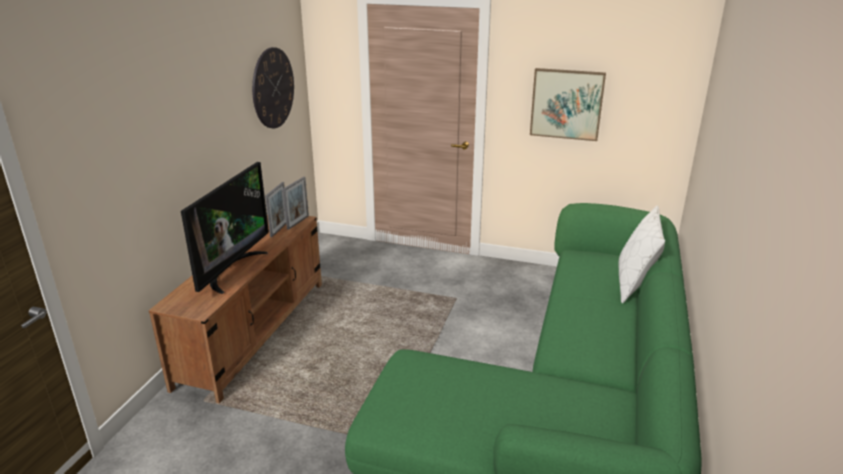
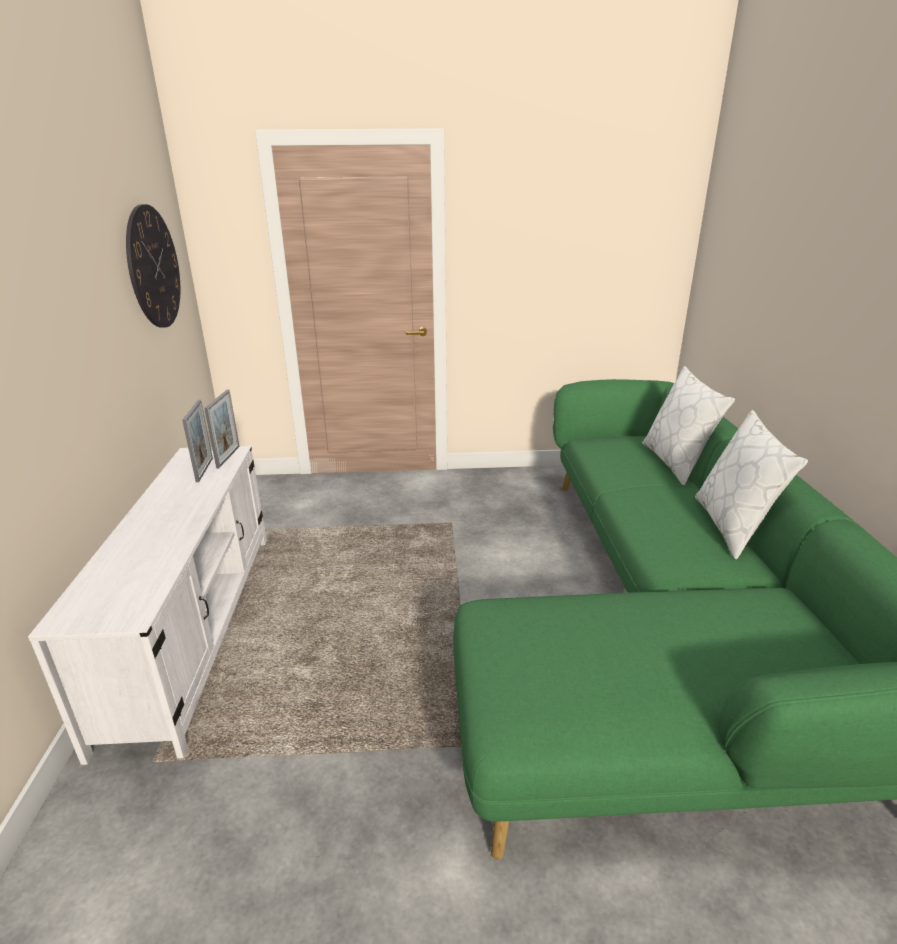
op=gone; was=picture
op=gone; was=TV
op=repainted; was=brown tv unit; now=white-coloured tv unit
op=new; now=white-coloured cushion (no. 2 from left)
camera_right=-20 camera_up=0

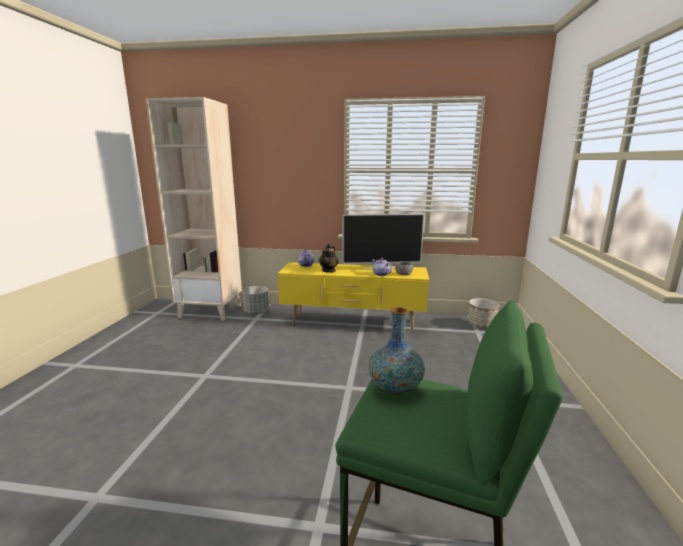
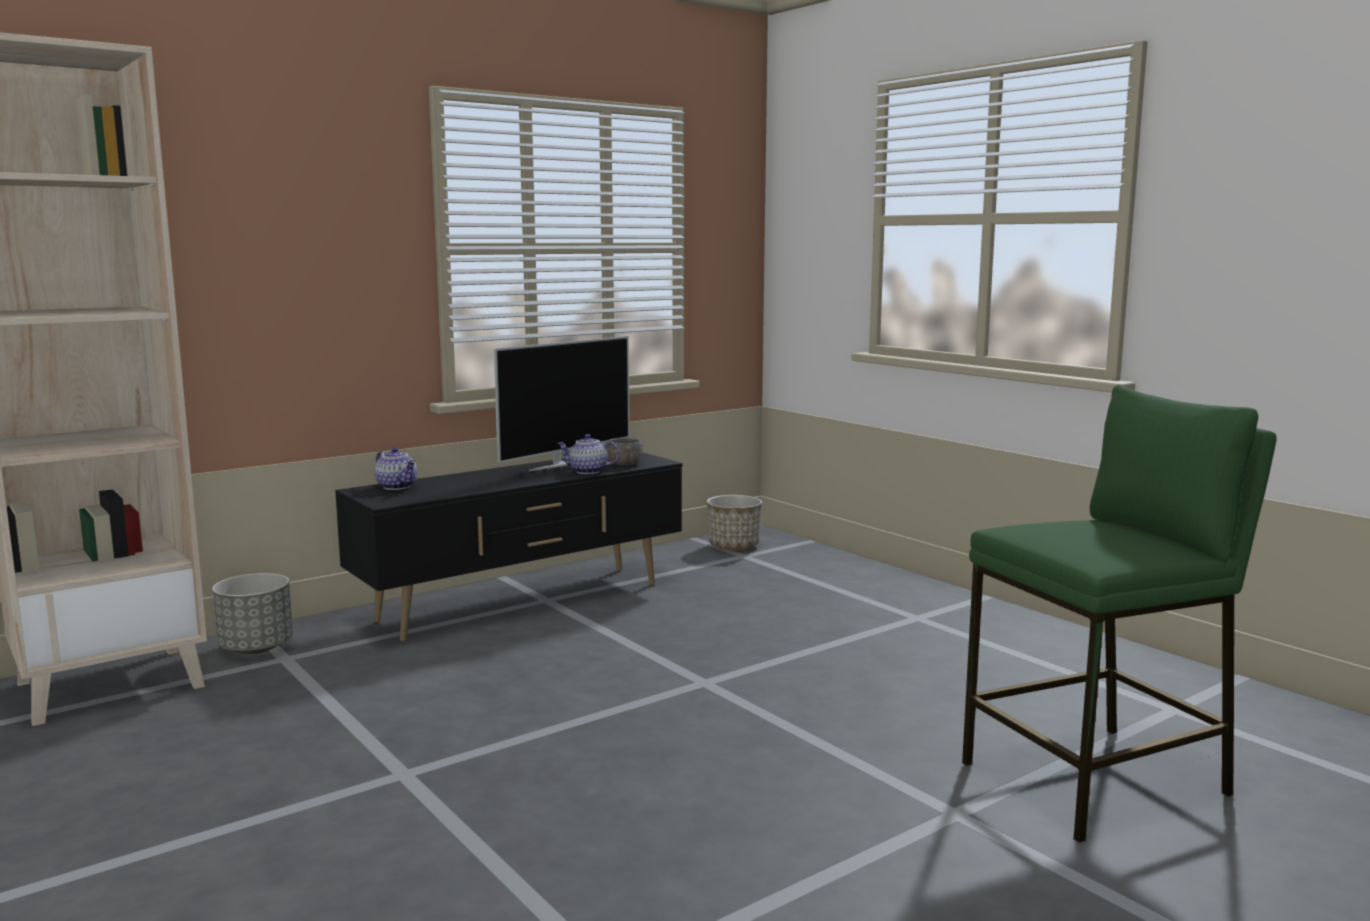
op=gone; was=teapot (no. 2 from left)
op=repainted; was=yellow-coloured tv unit; now=black tv unit
op=gone; was=flower vase
camera_right=-45 camera_up=-5

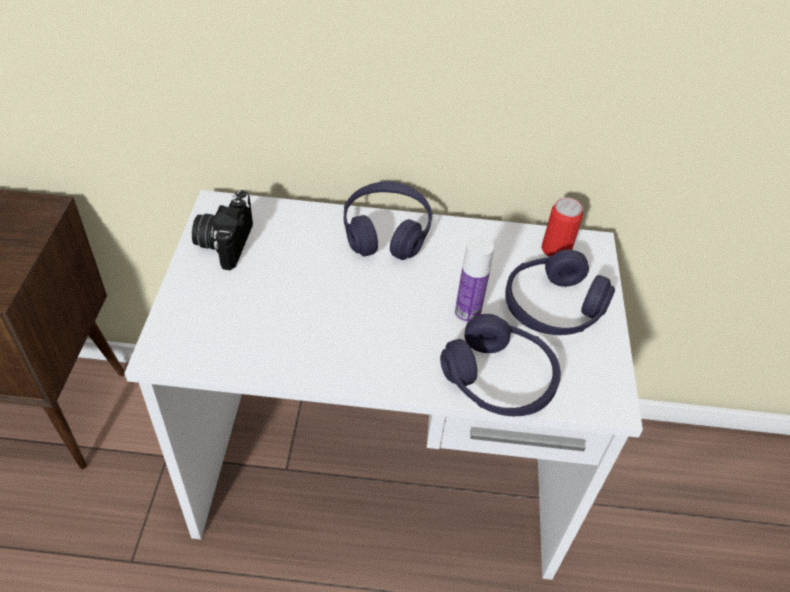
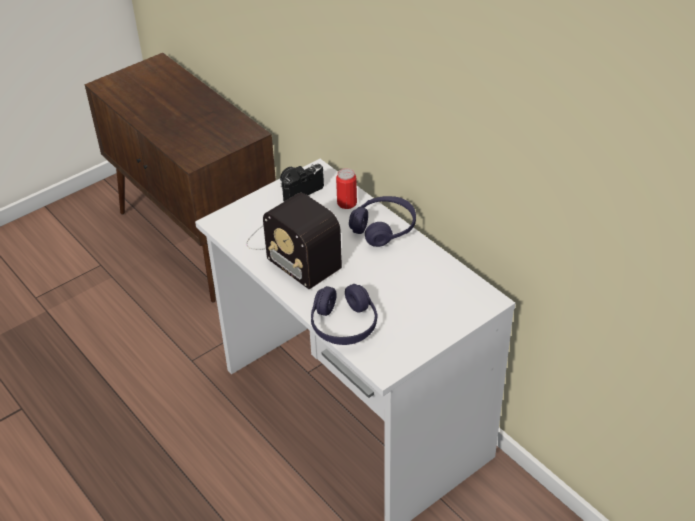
op=shifted; was=sealed can
op=gone; was=beverage bottle
op=gone; was=purple-coloured headset (no. 3 from left)
op=new; now=radio
camera_right=50 camera_up=-5

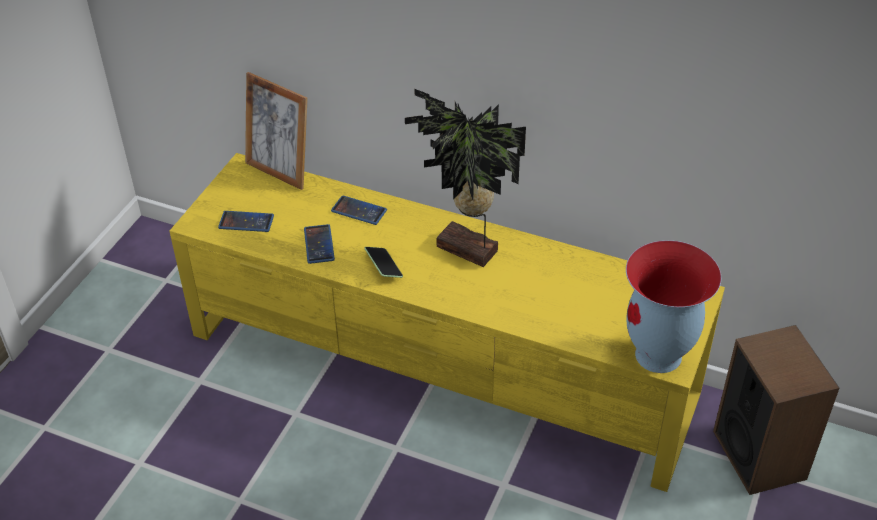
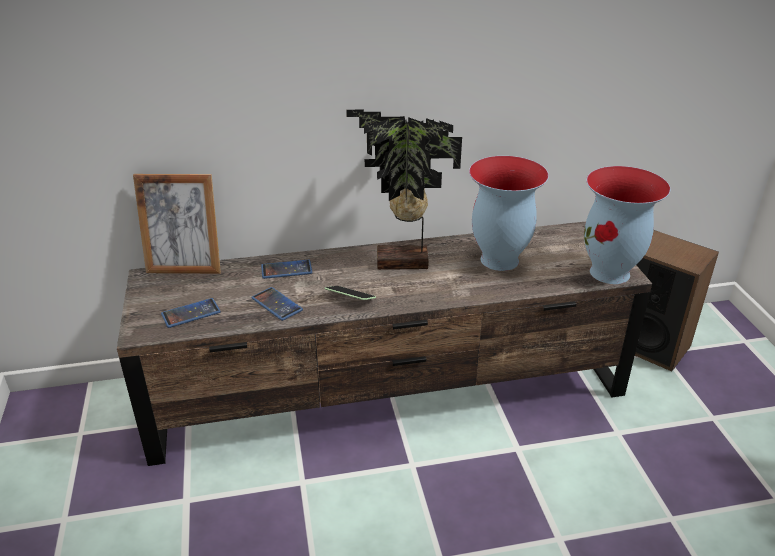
op=repainted; was=yellow-coloured tv unit; now=brown tv unit
op=new; now=flower vase (no. 1 from left)
camera_right=-35 camera_up=-10

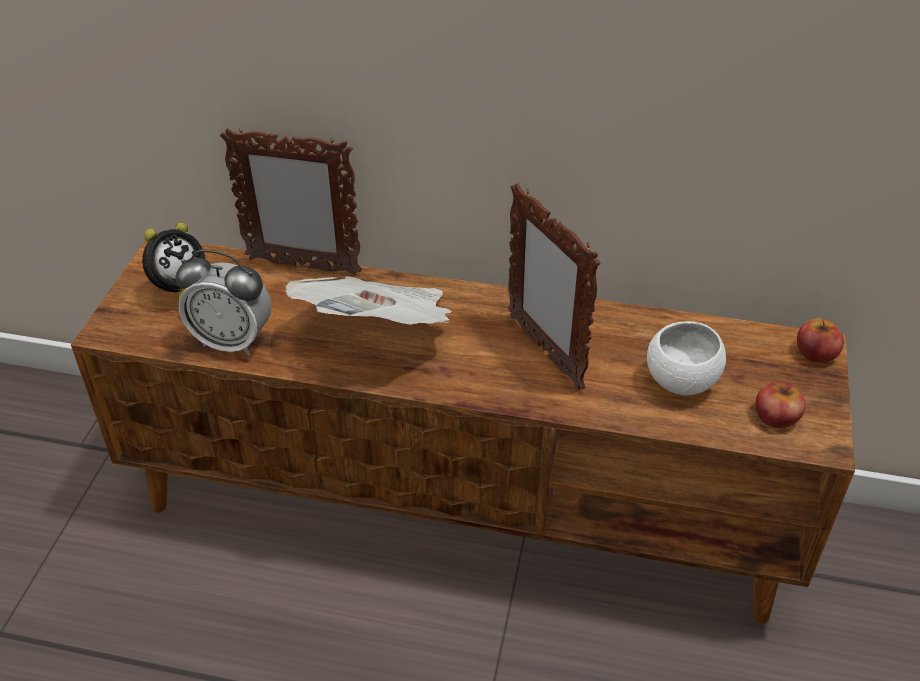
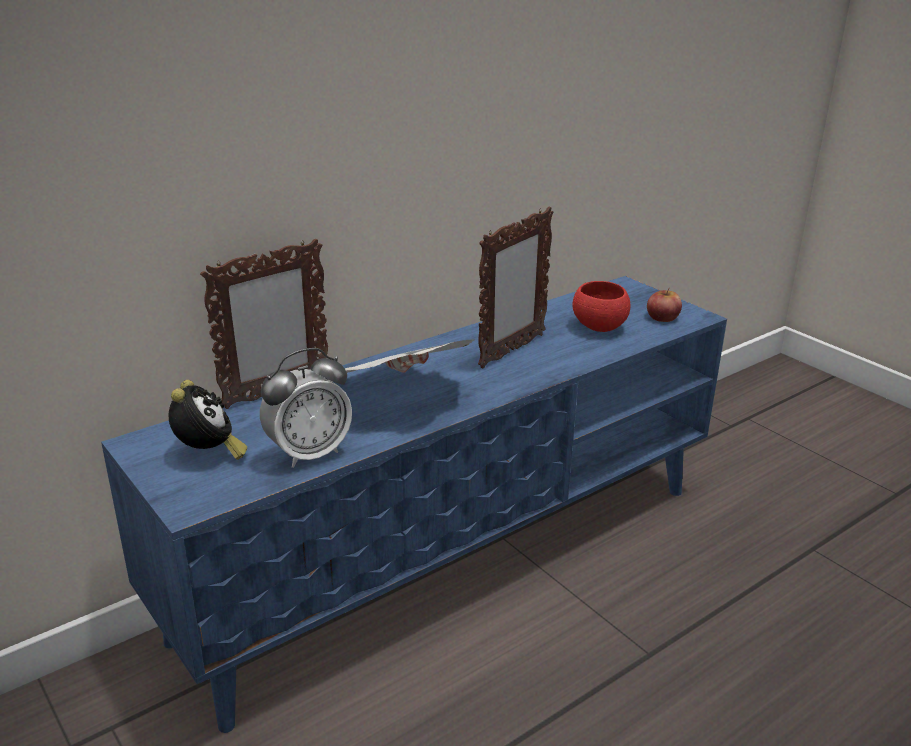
op=rotated; was=standing frame (no. 2 from left); clockwise=-60
op=repainted; was=brown tv unit; now=blue-coloured tv unit
op=gone; was=apple fruit (no. 2 from left)
op=repainted; was=white-coloured bowl; now=reddish bowl
camera_right=-50 camera_up=-15

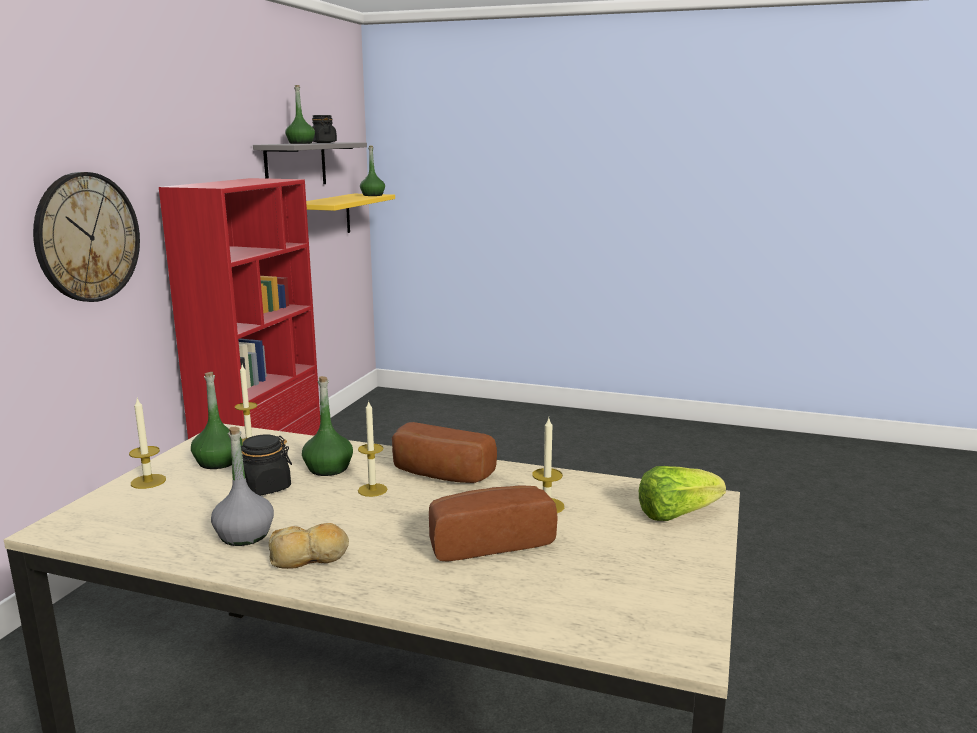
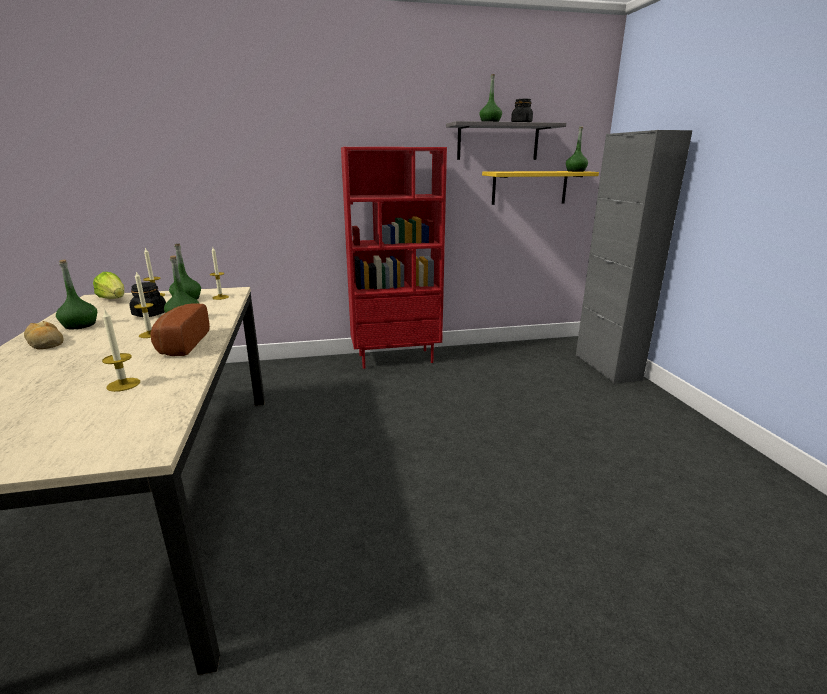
op=gone; was=clock on the wall
op=repainted; was=greyish beverage bottle; now=greenish beverage bottle (no. 1 from left)
op=shifted; was=head of lettuce
op=gone; was=bread (no. 3 from left)
op=new; now=greyish cupboard
camera_right=60 camera_up=5

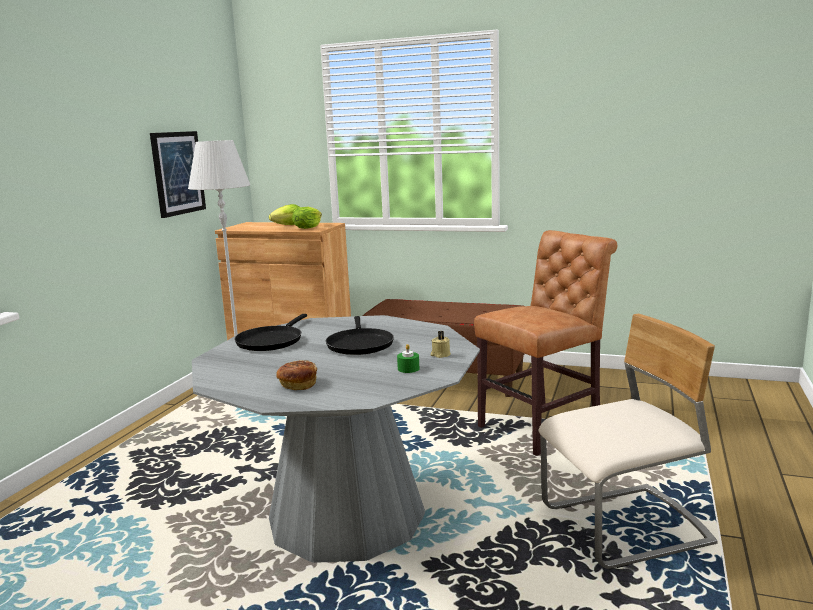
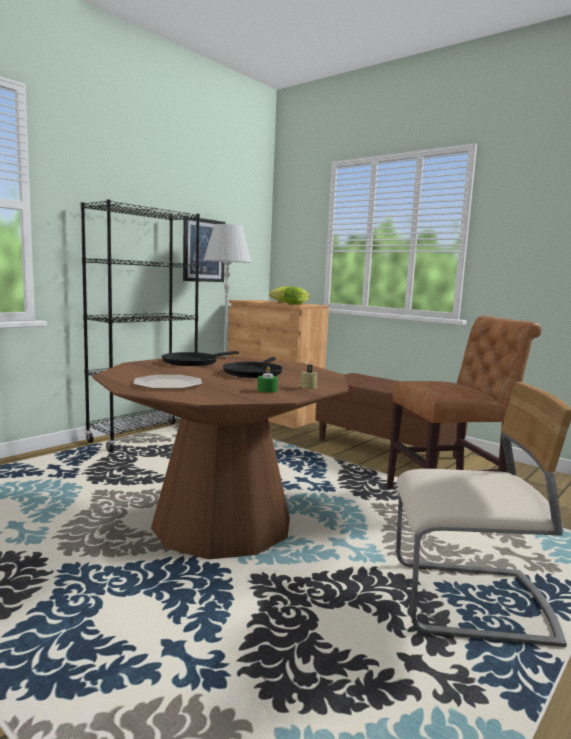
op=repainted; was=greyish kitchen table; now=brown kitchen table
op=swapped; was=bread; now=plate
op=new; now=black bookshelf
camera_right=20 camera_up=-5

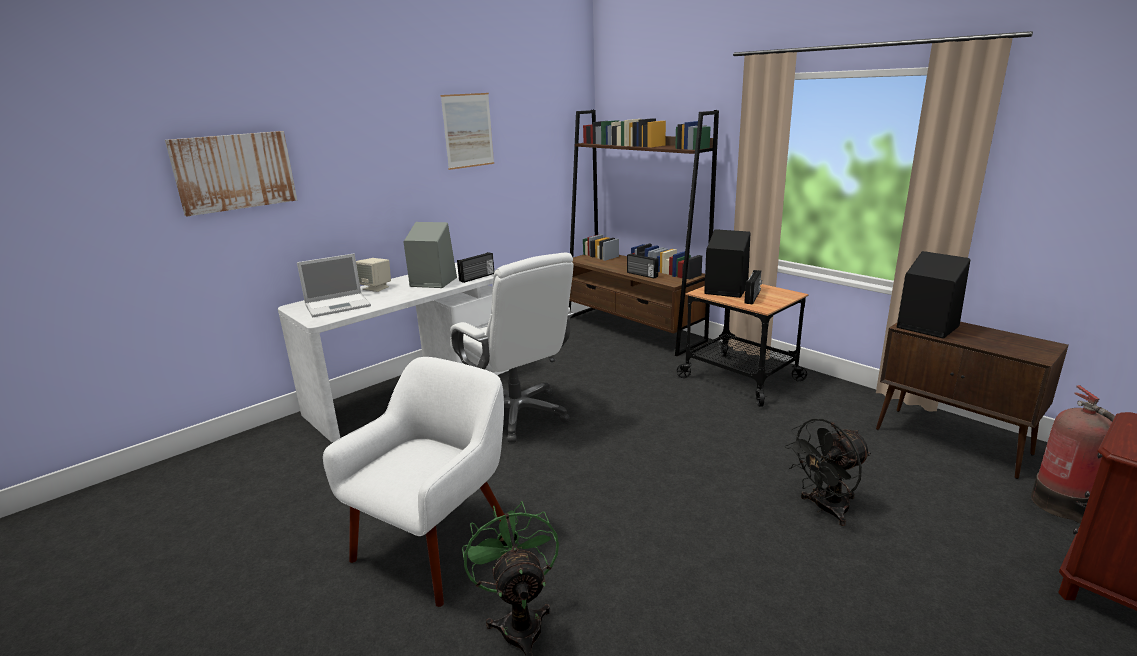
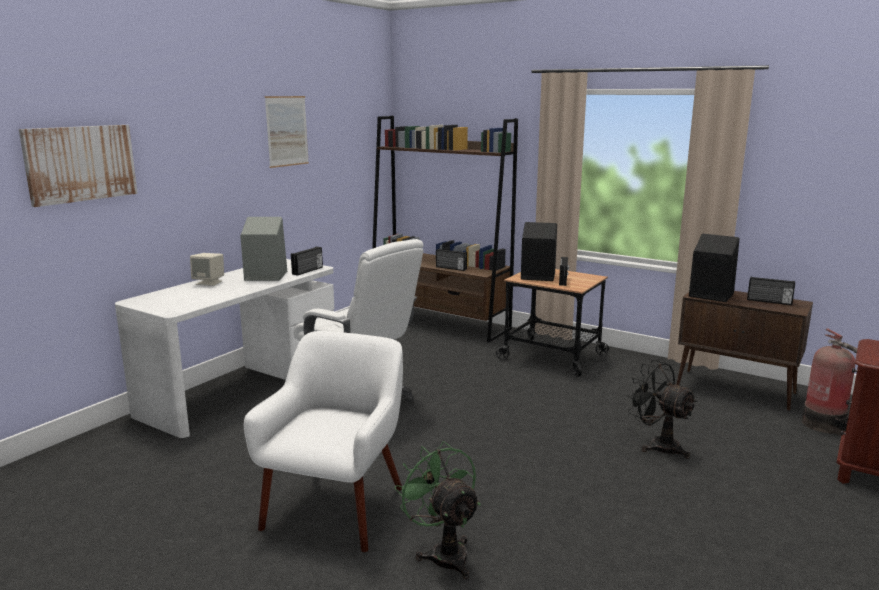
op=gone; was=notebook computer
op=rotated; was=black electric fan; clockwise=90
op=new; now=radio (no. 4 from left)
camera_right=-15 camera_up=-5

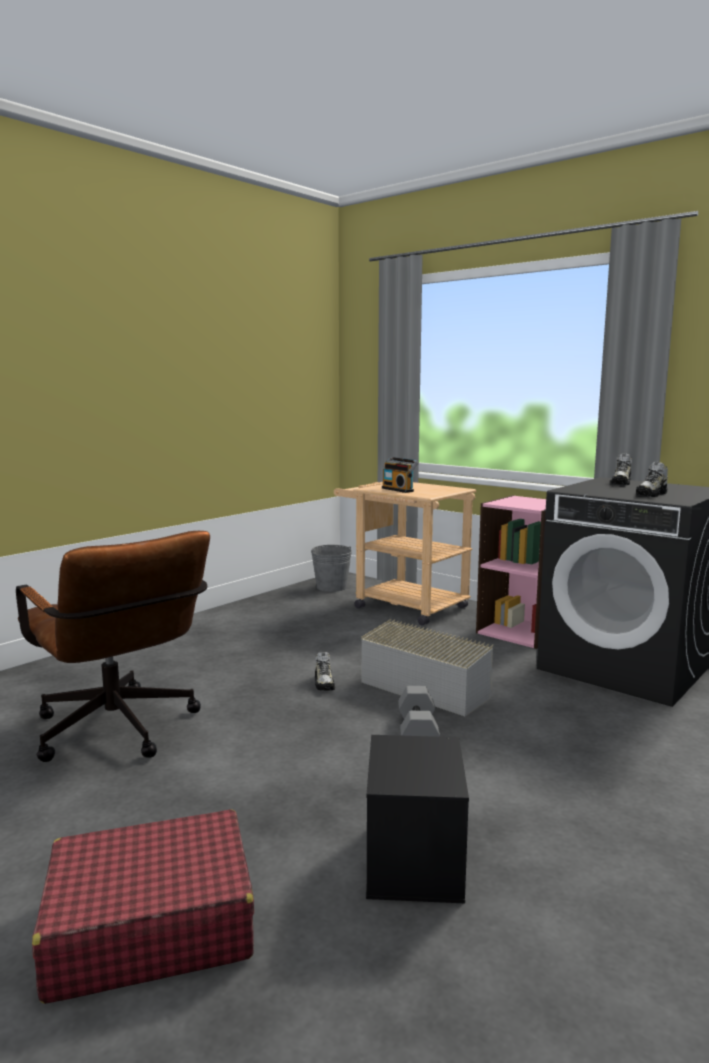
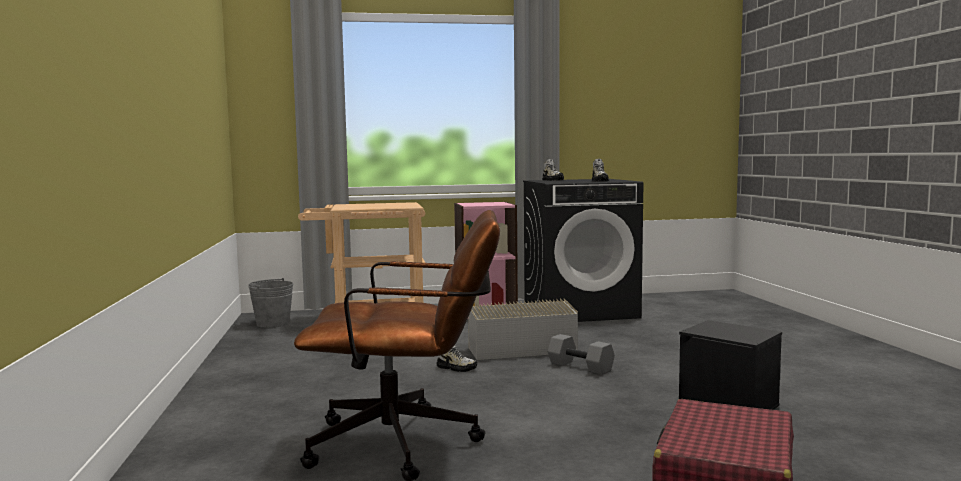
op=gone; was=radio
camera_right=-50 camera_up=-5

